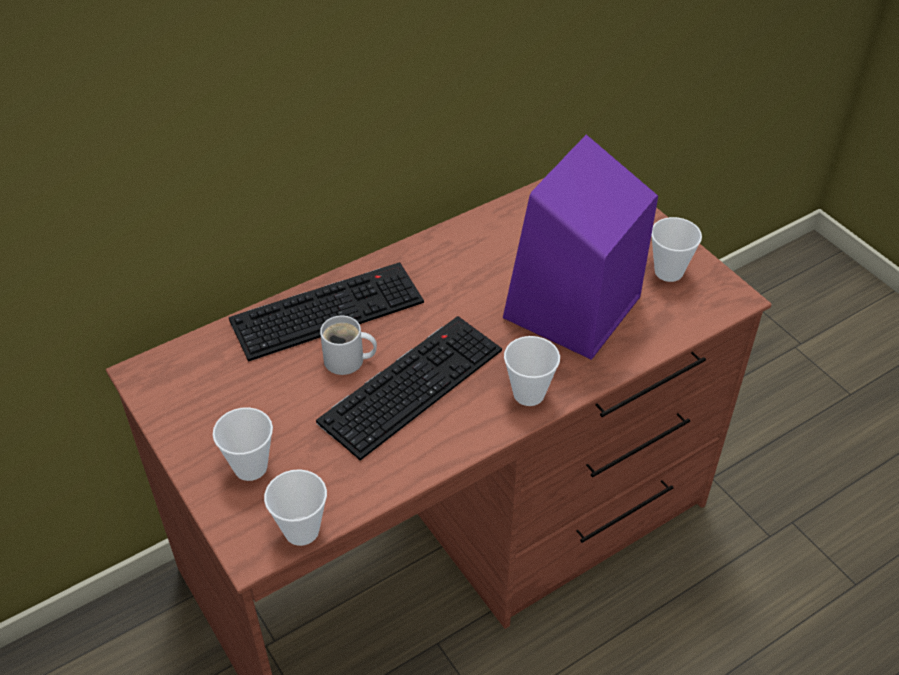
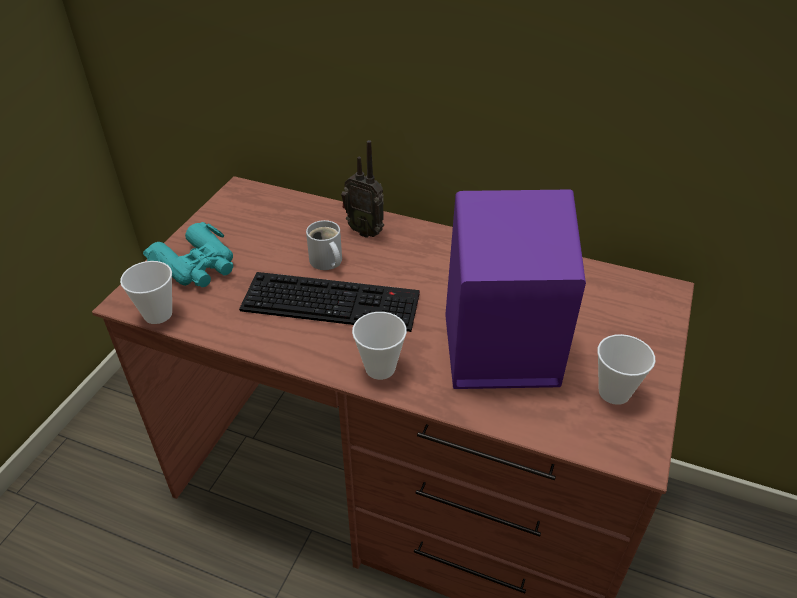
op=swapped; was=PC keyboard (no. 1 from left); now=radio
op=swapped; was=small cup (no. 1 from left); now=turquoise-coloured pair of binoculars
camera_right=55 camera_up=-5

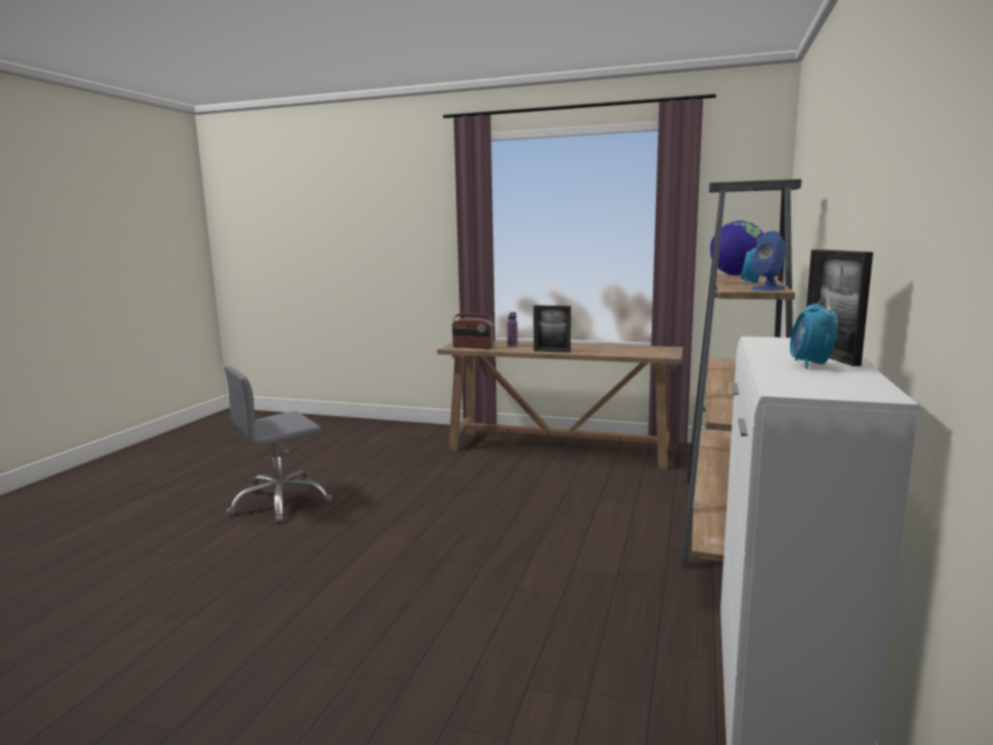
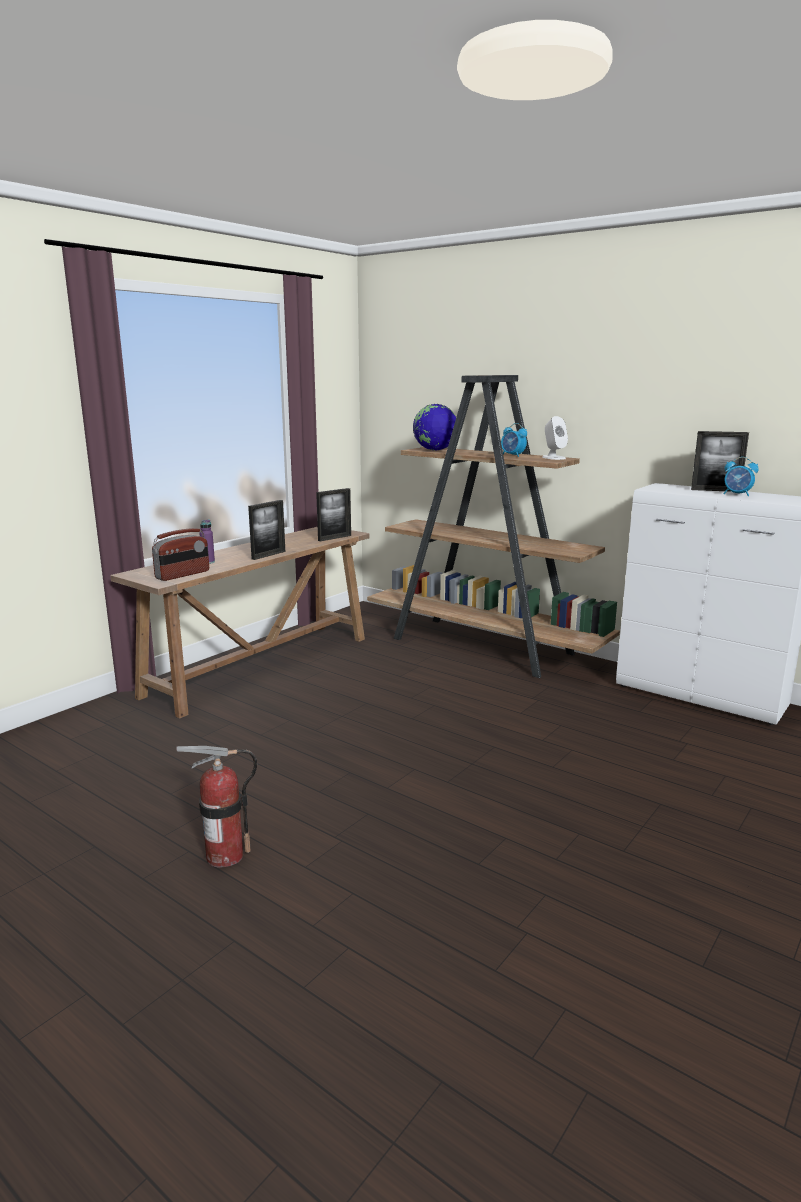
op=repainted; was=blue-coloured audio speaker; now=white-coloured audio speaker
op=swapped; was=greyish computer chair; now=extinguisher
op=new; now=standing frame (no. 2 from left)
camera_right=-70 camera_up=5

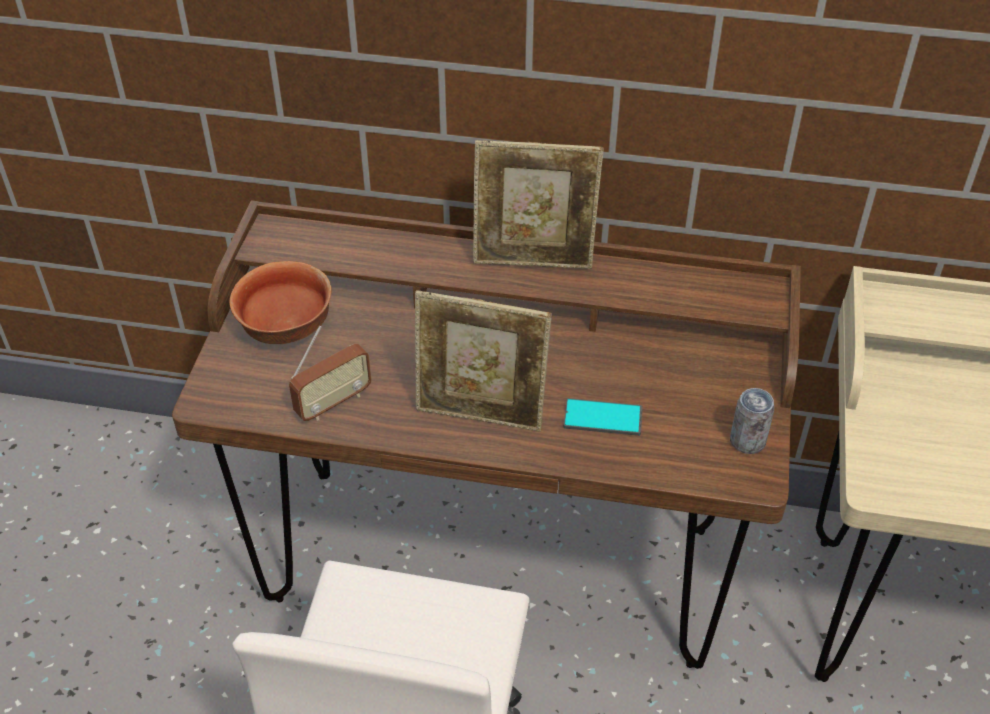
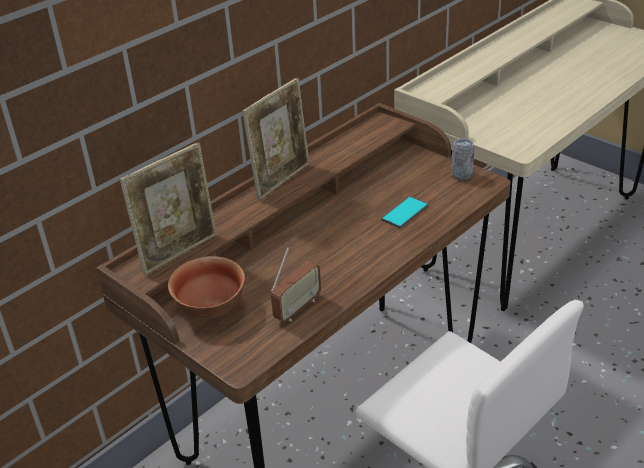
op=shifted; was=standing frame (no. 1 from left)
op=rotated; was=radio; clockwise=45
camera_right=-55 camera_up=-10

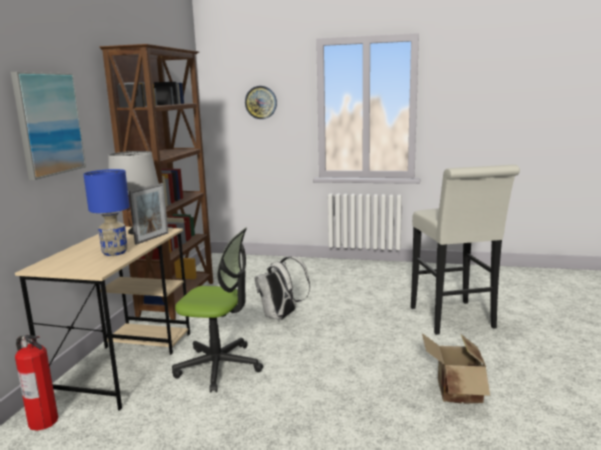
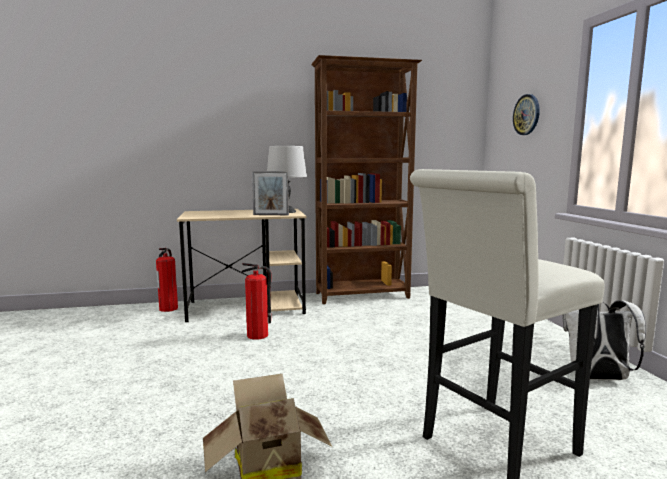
op=gone; was=picture
op=gone; was=blue-coloured table lamp
op=swapped; was=computer chair; now=extinguisher (no. 2 from left)
op=shifted; was=white-coloured knapsack
camera_right=65 camera_up=-5

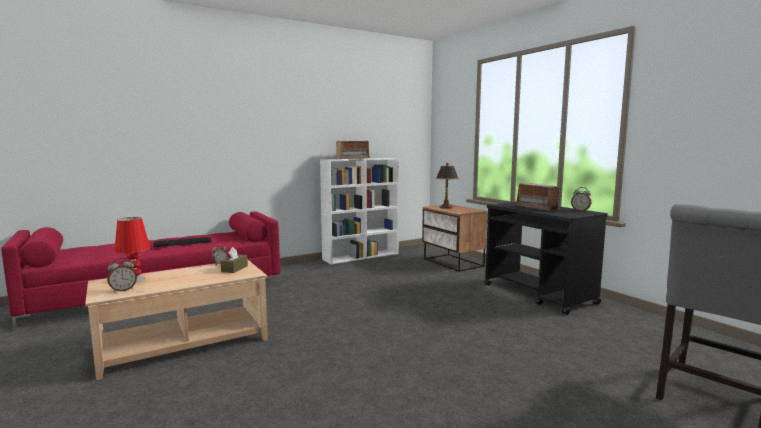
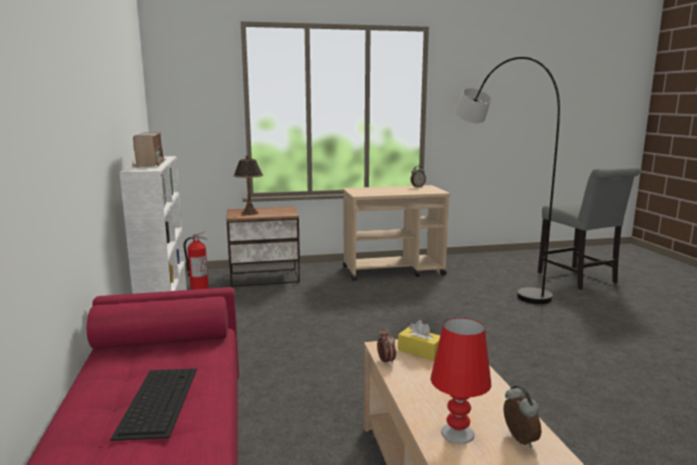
op=gone; was=radio (no. 2 from left)
op=repainted; was=black trolley; now=beige-coloured trolley
op=repainted; was=brown box of tissues; now=yellow-coloured box of tissues
op=new; now=greyish standing lamp
op=new; now=extinguisher
camera_right=-70 camera_up=5

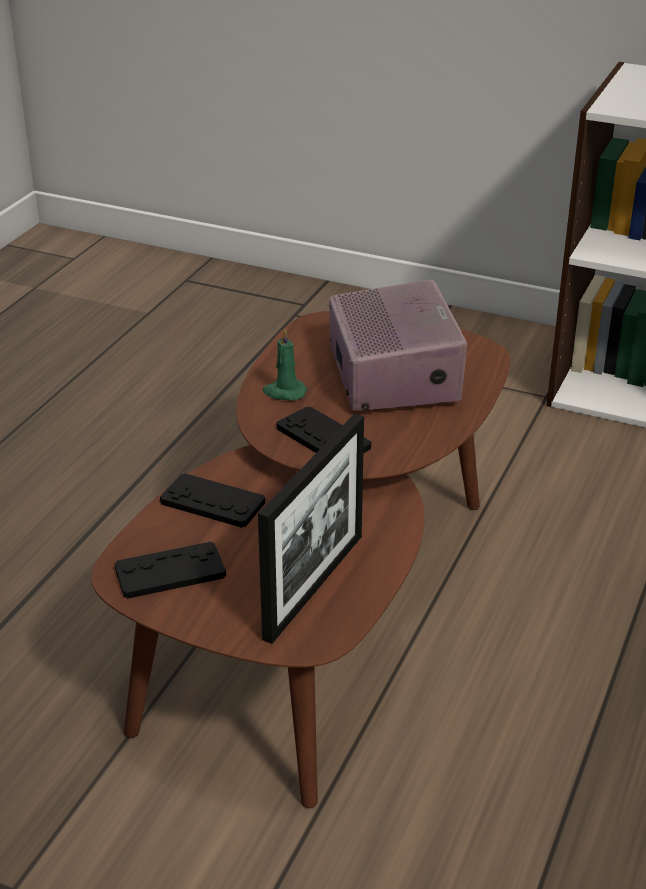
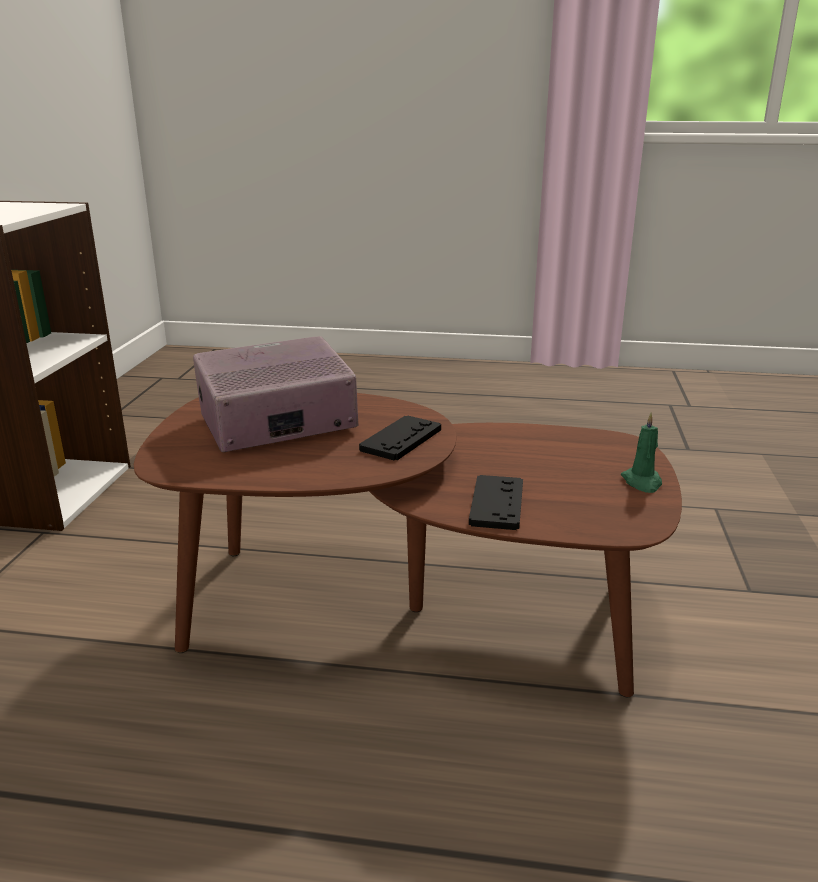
op=shifted; was=greenish candle
op=gone; was=standing frame
op=gone; was=black joypad (no. 1 from left)
camera_right=-105 camera_up=-10

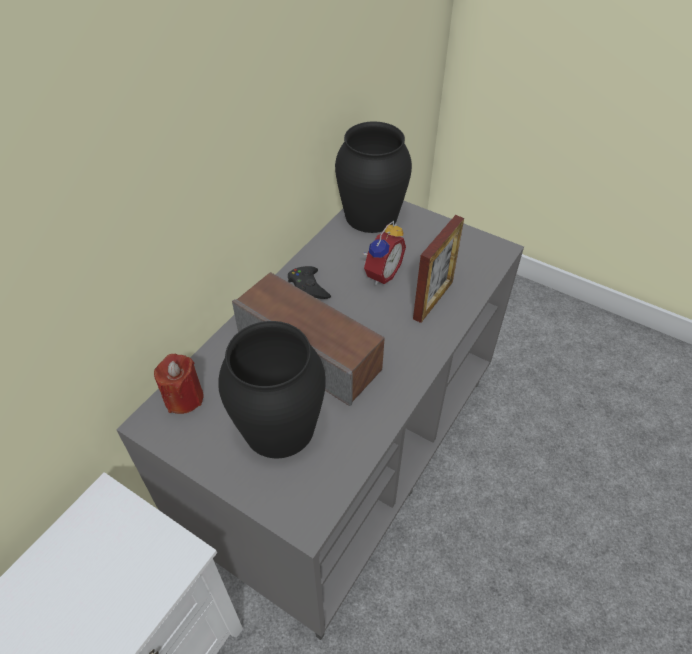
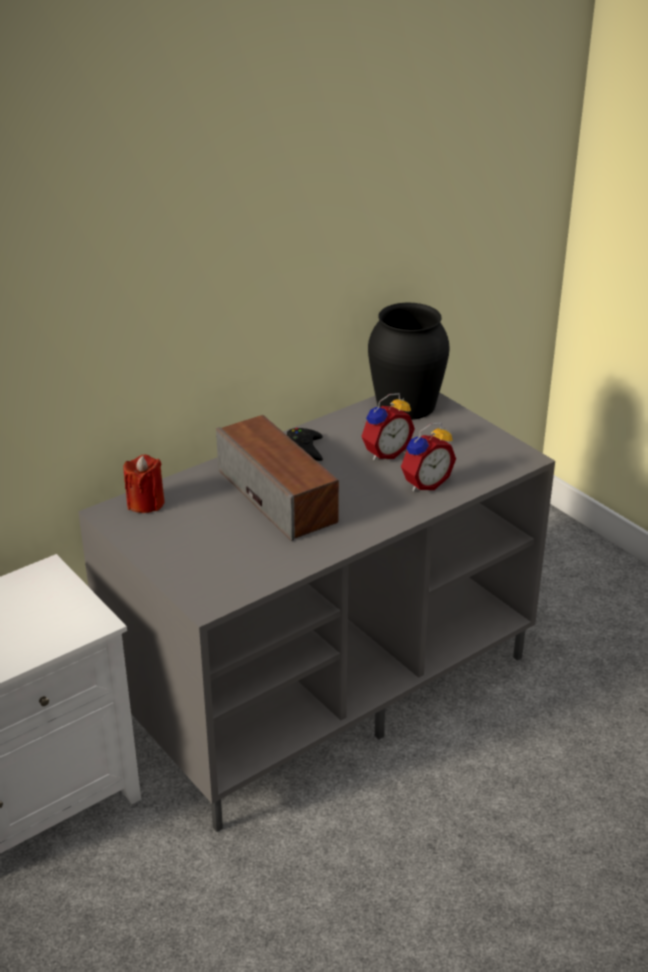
op=swapped; was=standing frame; now=bedside clock (no. 2 from left)
op=gone; was=black flower vase (no. 1 from left)
camera_right=20 camera_up=-15

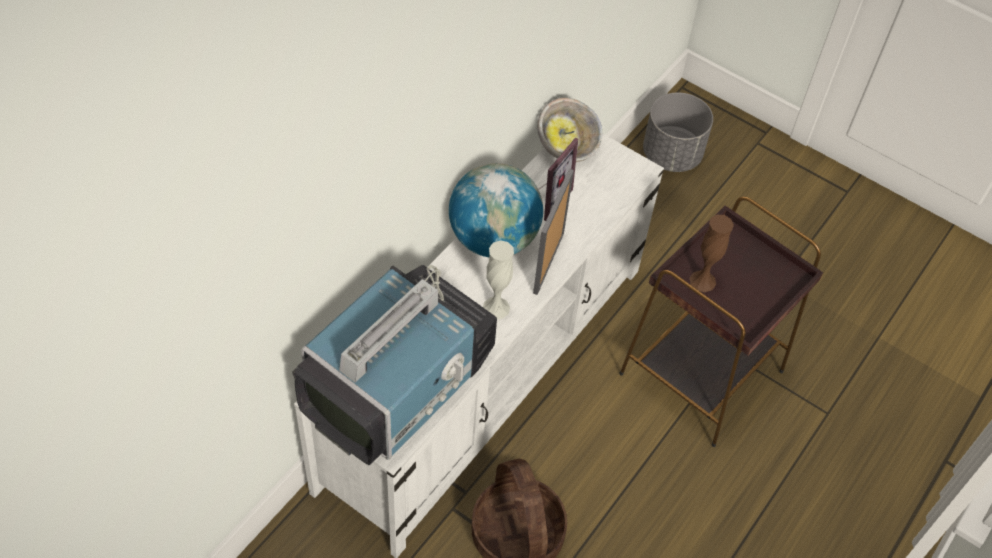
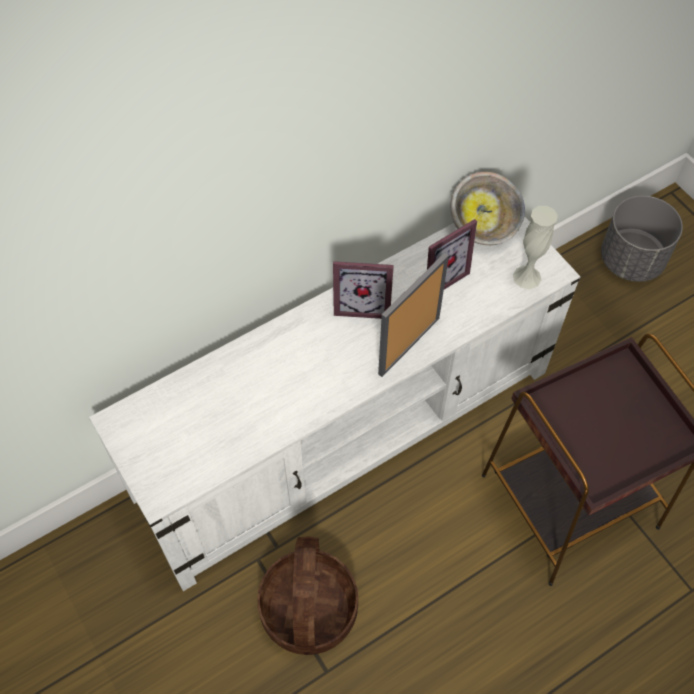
op=swapped; was=world globe; now=standing frame (no. 1 from left)
op=gone; was=brown flower vase
op=shifted; was=white-coloured flower vase
op=gone; was=TV
camera_right=25 camera_up=5

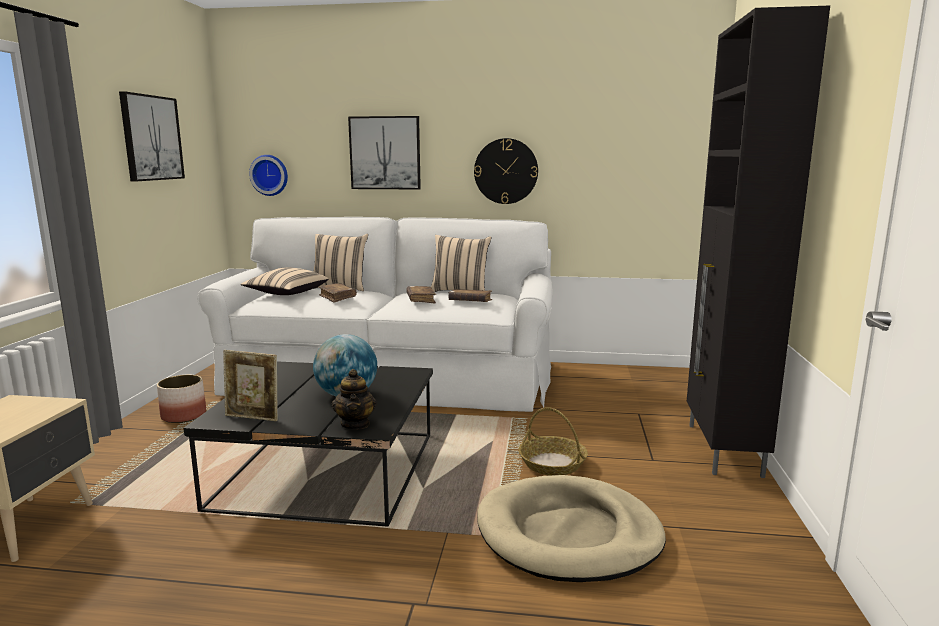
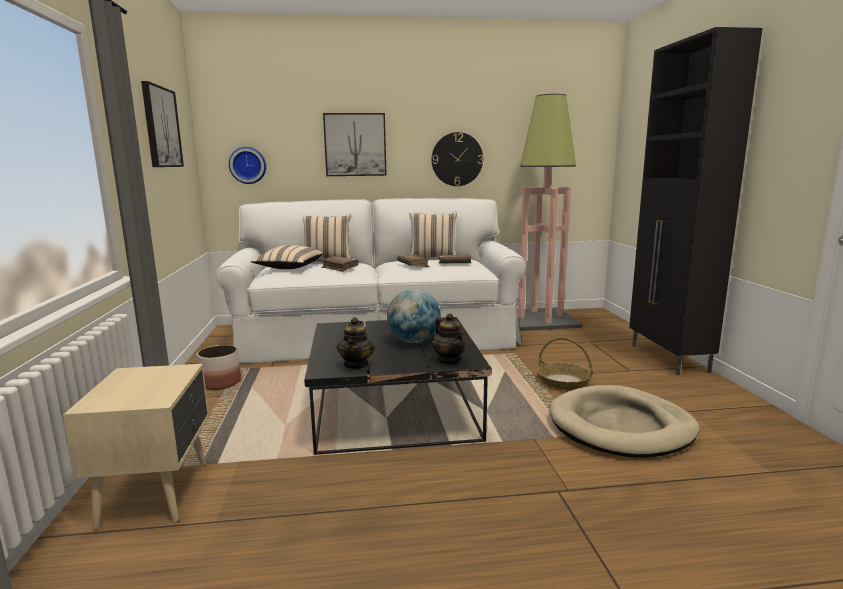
op=swapped; was=standing frame; now=teapot (no. 1 from left)
op=new; now=standing lamp
camera_right=-15 camera_up=0

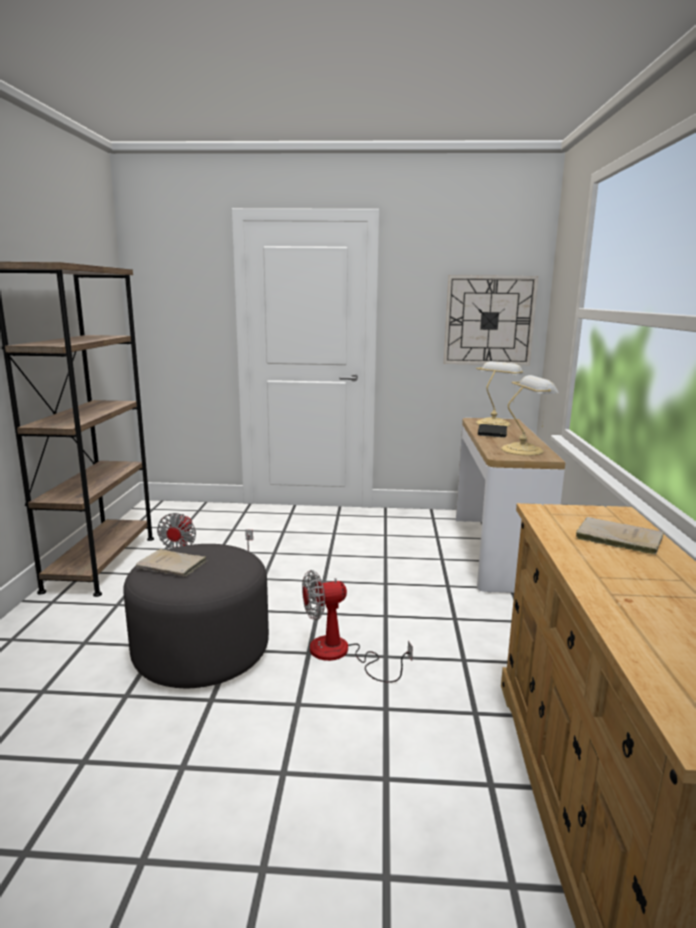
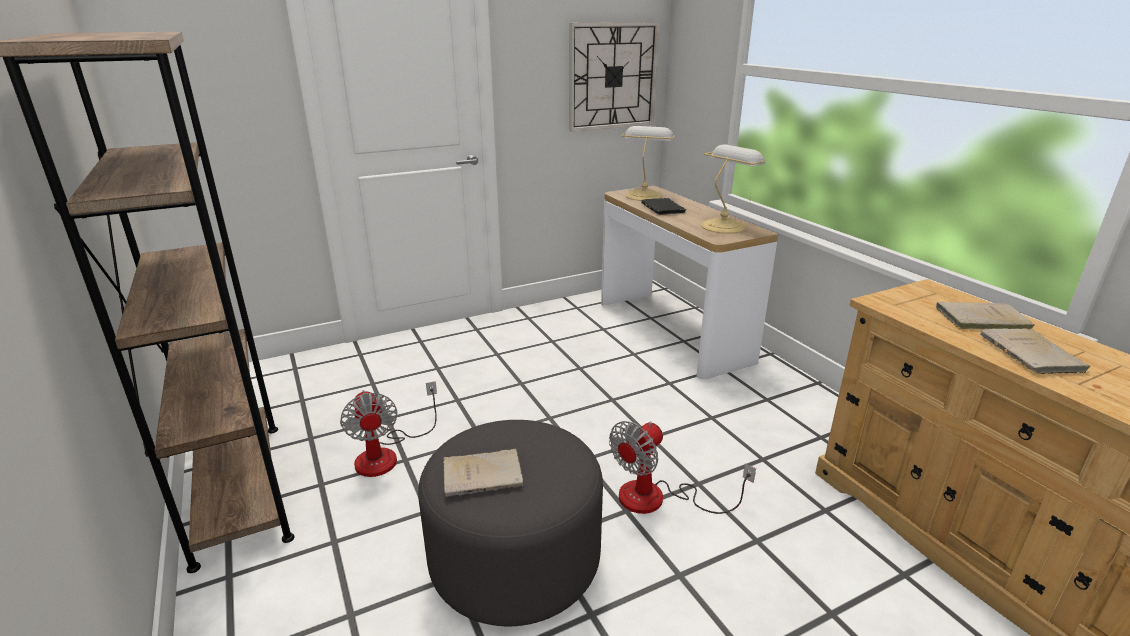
op=new; now=beige-coloured bound book (no. 3 from left)
camera_right=-30 camera_up=10

